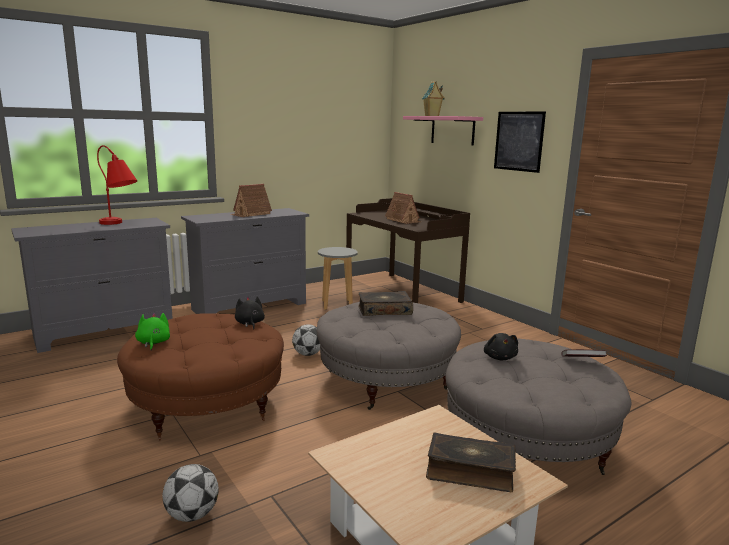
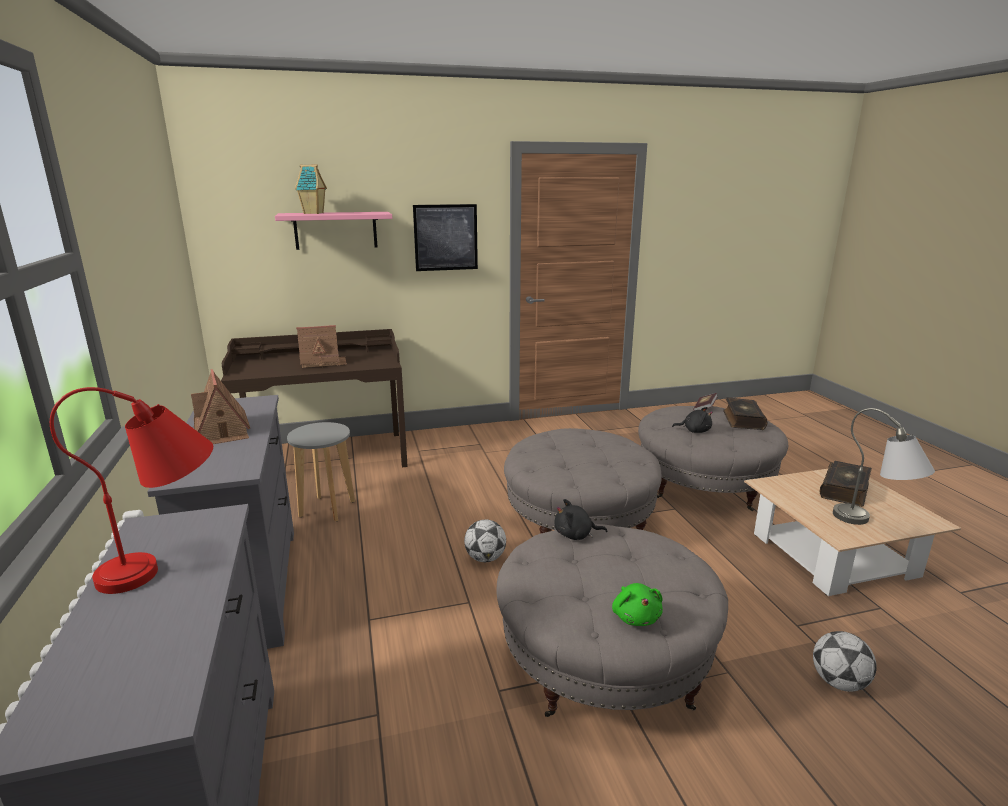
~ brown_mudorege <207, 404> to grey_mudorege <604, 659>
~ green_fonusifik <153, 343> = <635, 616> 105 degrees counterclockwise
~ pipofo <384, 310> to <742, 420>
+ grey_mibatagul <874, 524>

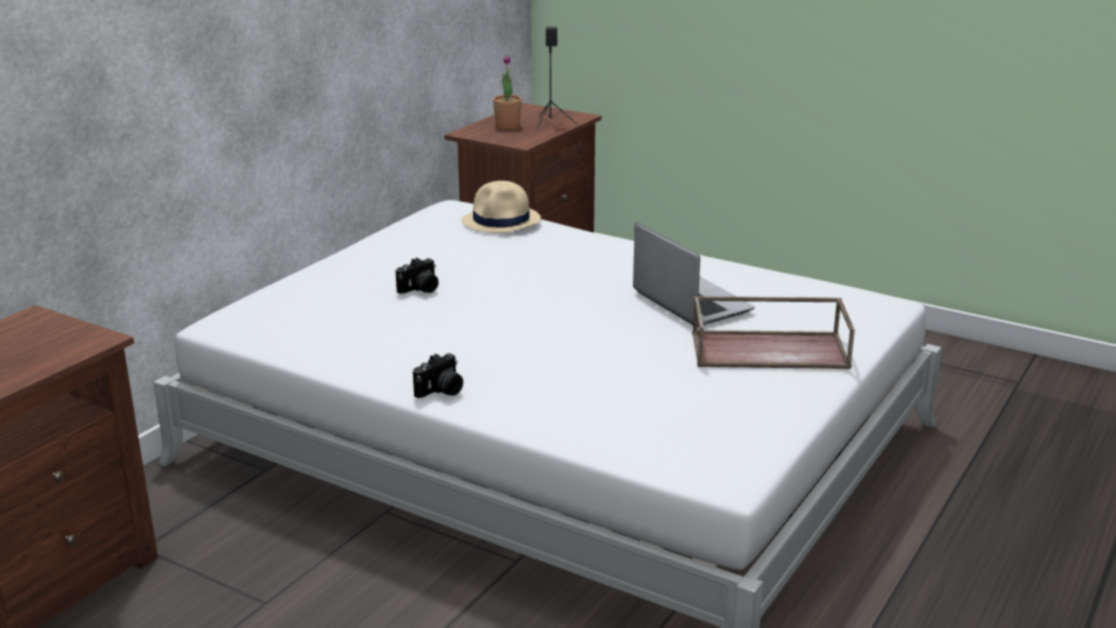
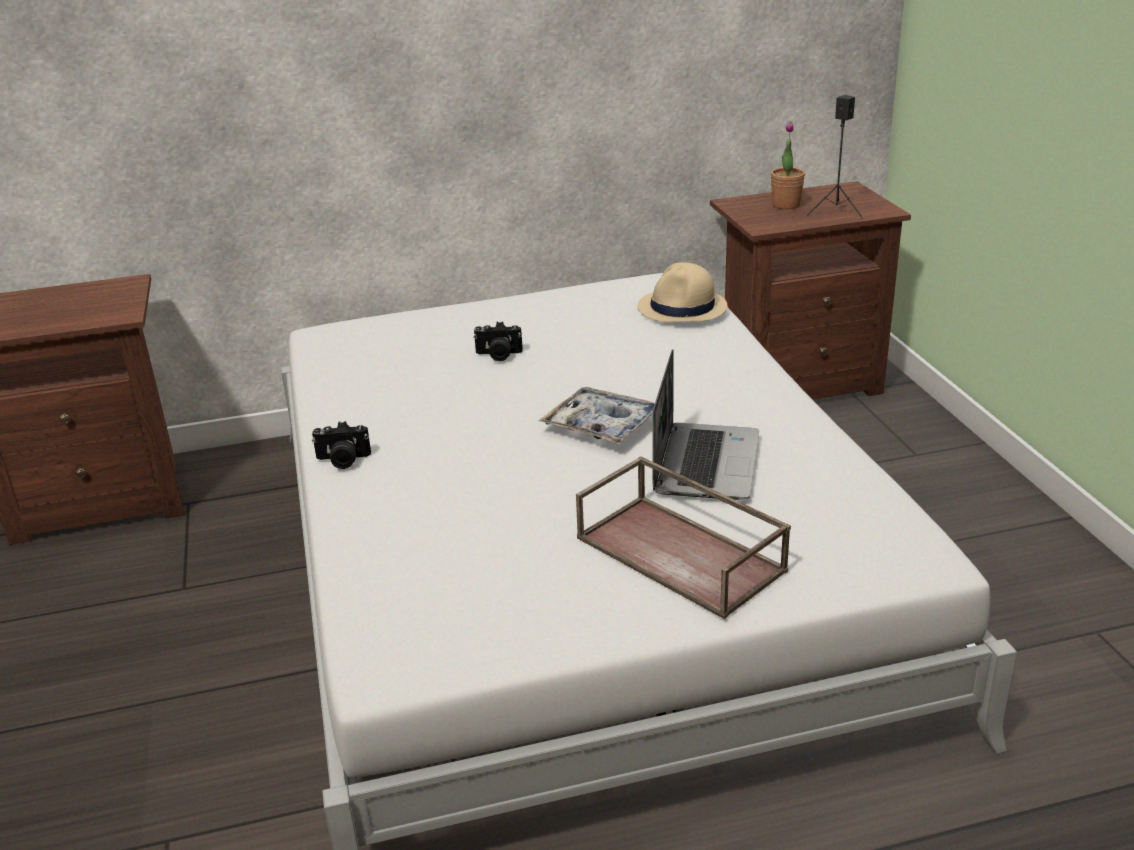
+ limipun <601, 425>

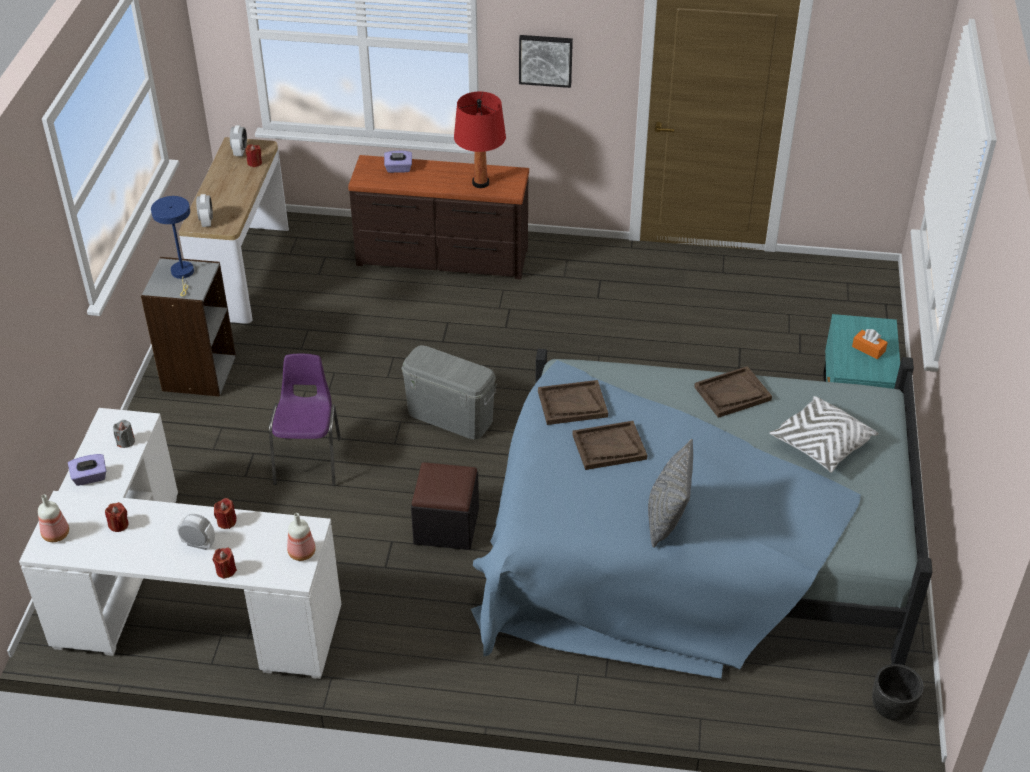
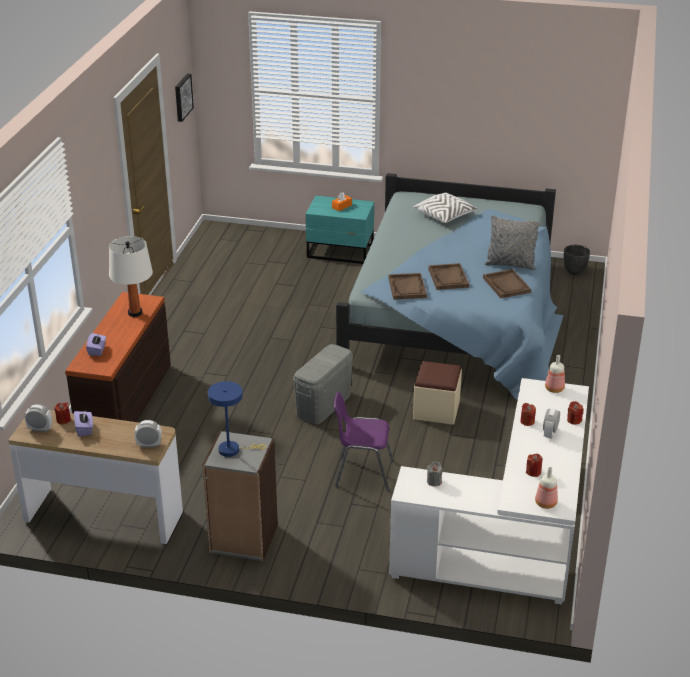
~ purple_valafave <90, 477> to <84, 429>
~ black_mudorege <446, 526> to beige_mudorege <436, 410>
~ red_mibatagul <480, 183> to white_mibatagul <135, 313>
~ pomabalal <545, 59> to <182, 97>
~ brown_limipun <732, 394> to <506, 285>

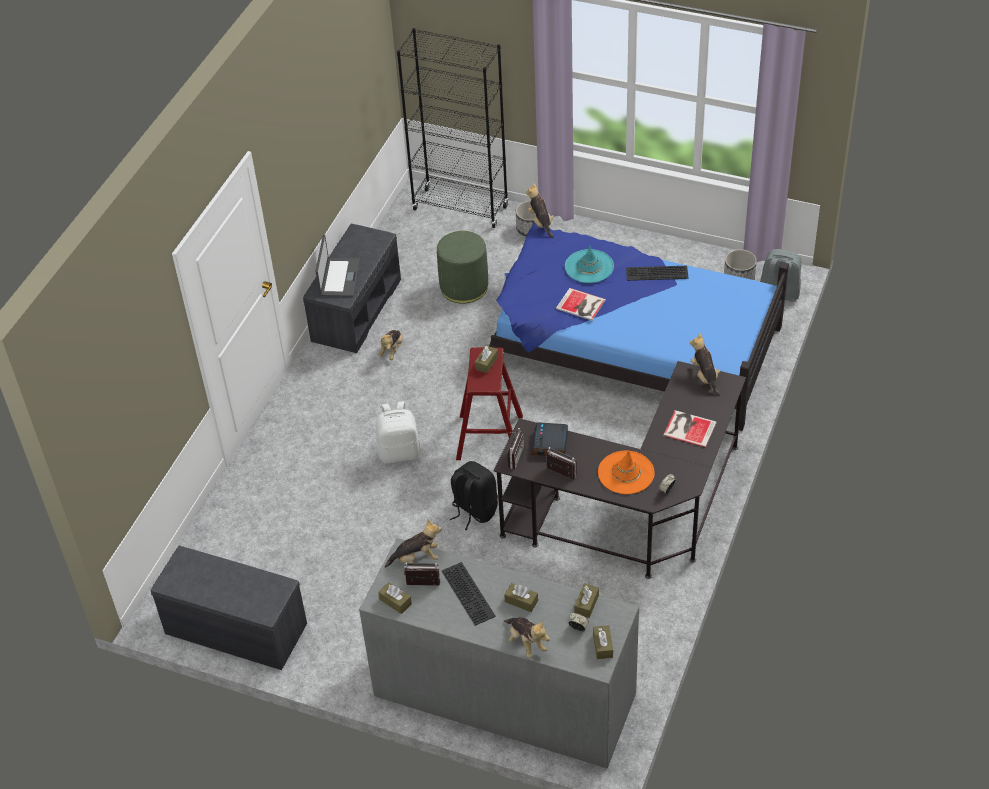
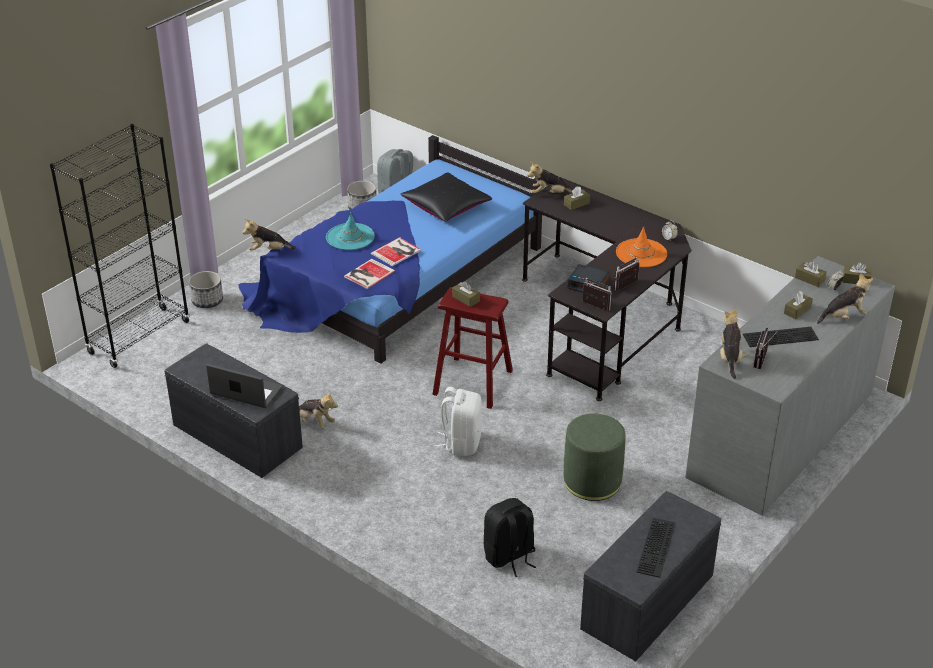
~ brown_valafave <395, 601> to <576, 204>
~ green_mudorege <464, 287> to <592, 481>
~ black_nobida <473, 510> to <509, 556>
~ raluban <656, 274> to <657, 548>
~ pipofo <689, 428> to <368, 274>
+ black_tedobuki <446, 206>

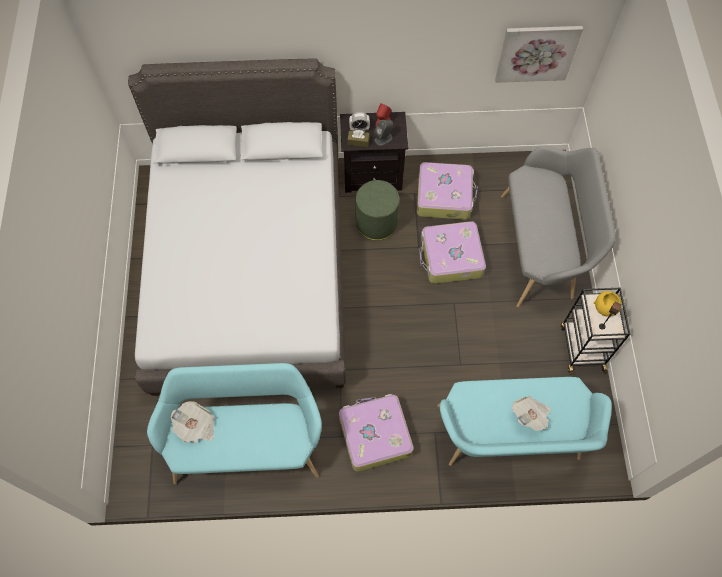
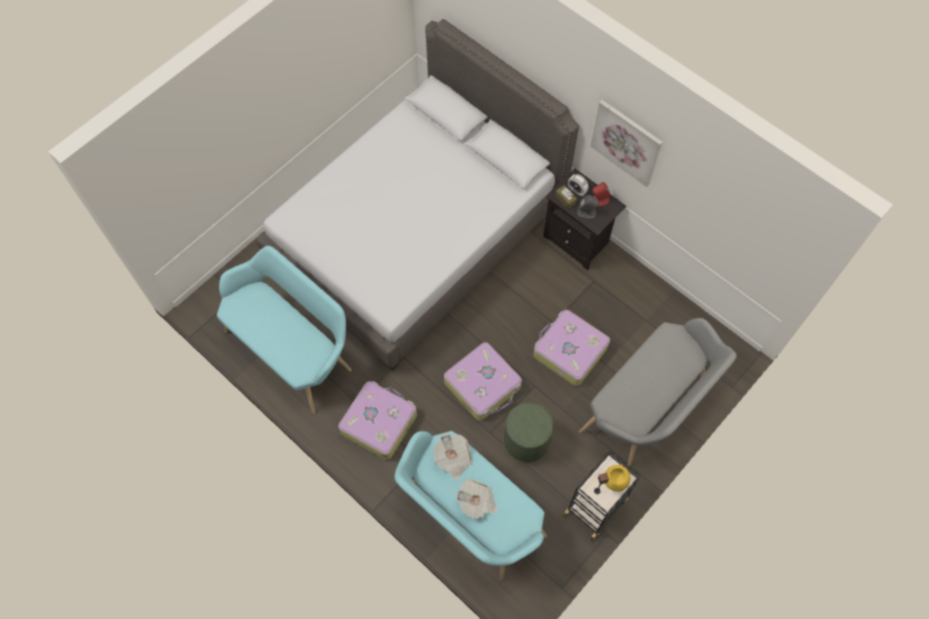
~ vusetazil <196, 426> to <453, 459>
~ green_mudorege <376, 223> to <526, 441>
~ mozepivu <444, 195> to <483, 385>
~ pomabalal <536, 53> to <626, 142>

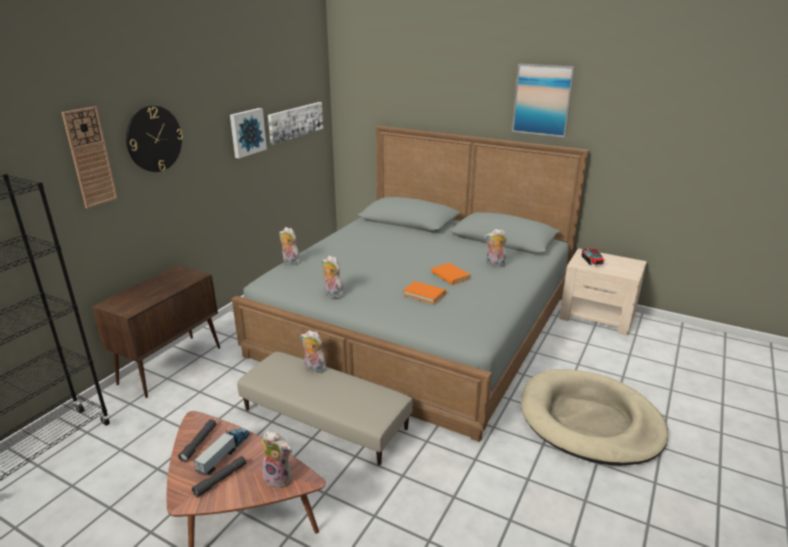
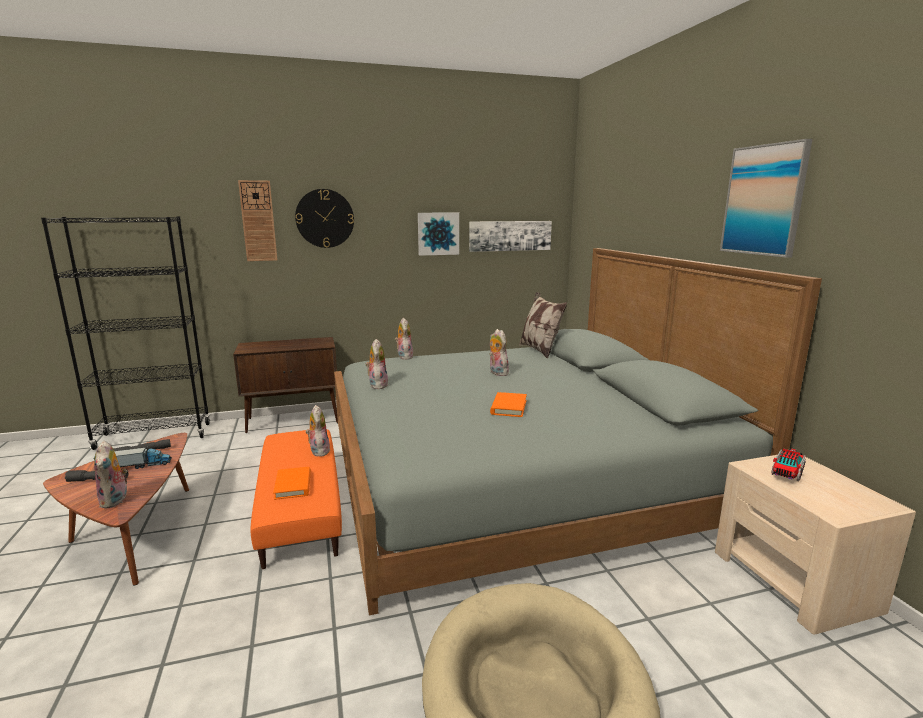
~ beige_mudorege <325, 418> to orange_mudorege <301, 506>
~ orange_pipofo <424, 294> to <293, 485>
~ fonusifik <494, 265> to <497, 373>
+ tedobuki <539, 350>

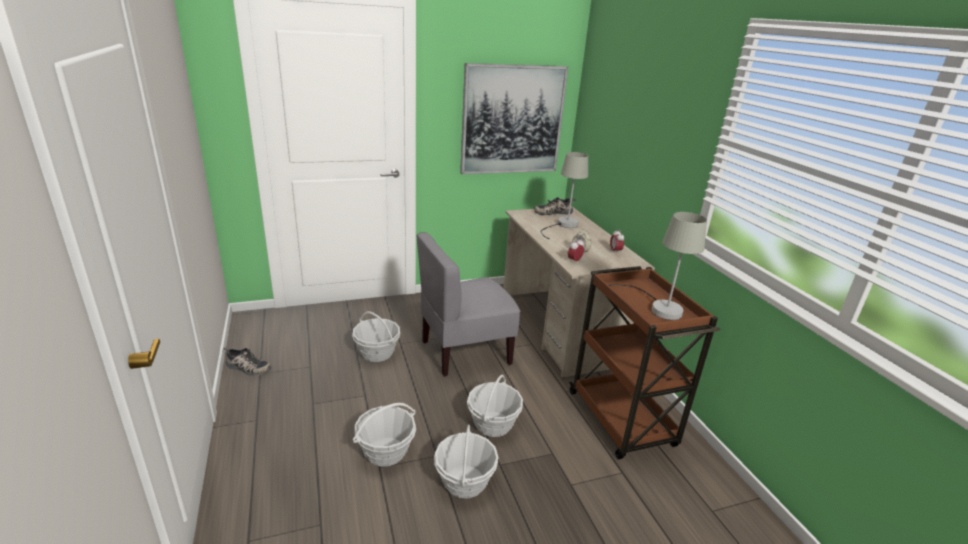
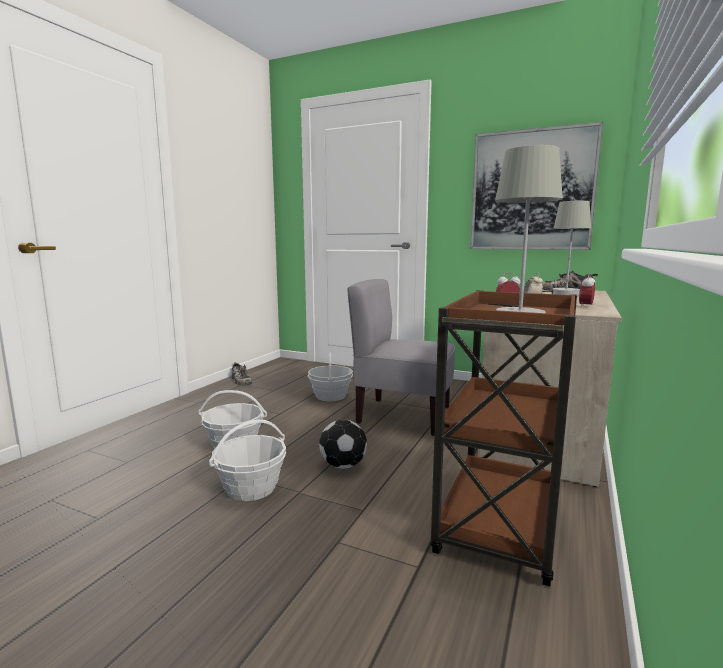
~ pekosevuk <493, 424> to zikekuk <344, 465>

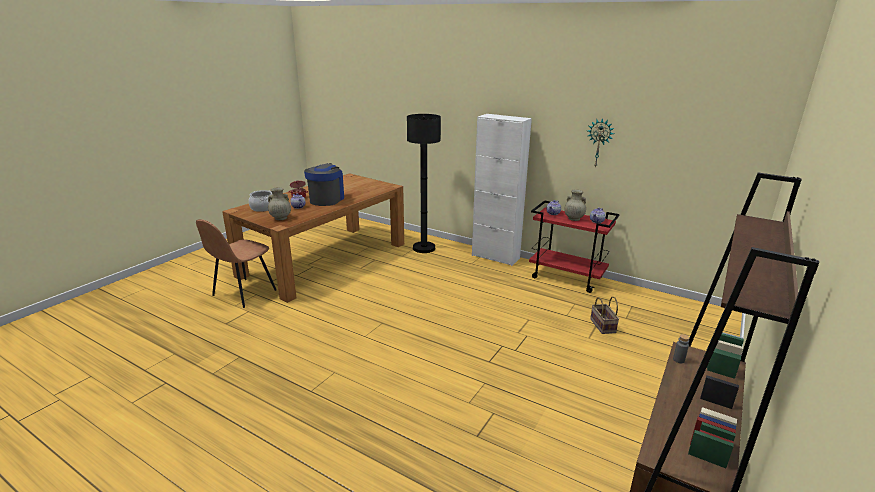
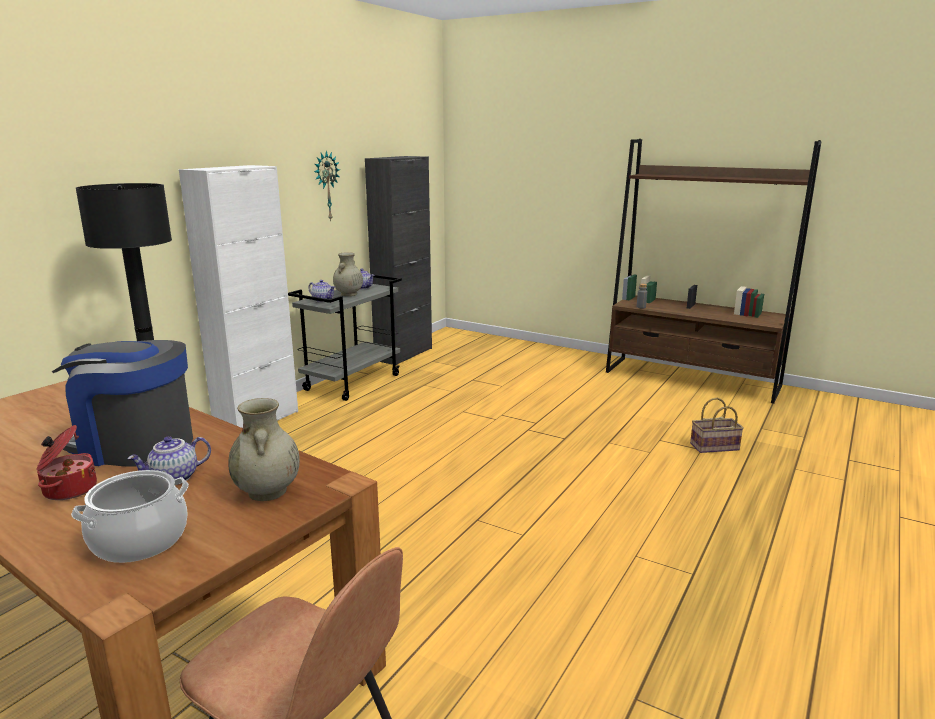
~ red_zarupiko <567, 278> to grey_zarupiko <352, 382>
~ pekosevuk <602, 325> to <713, 447>
+ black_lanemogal <403, 354>

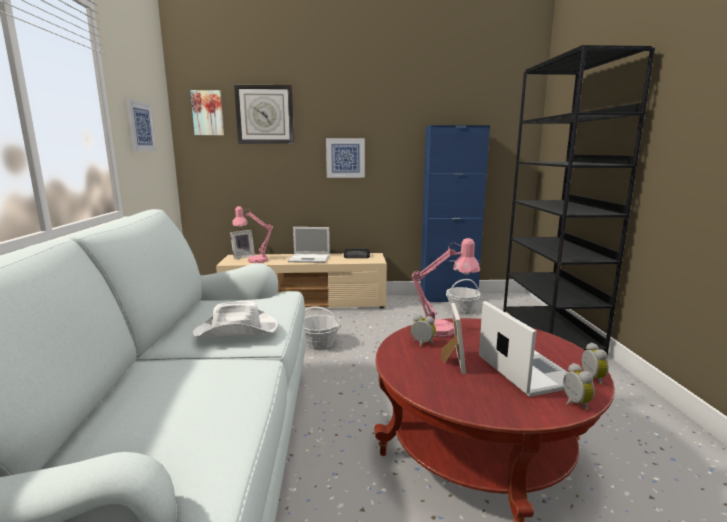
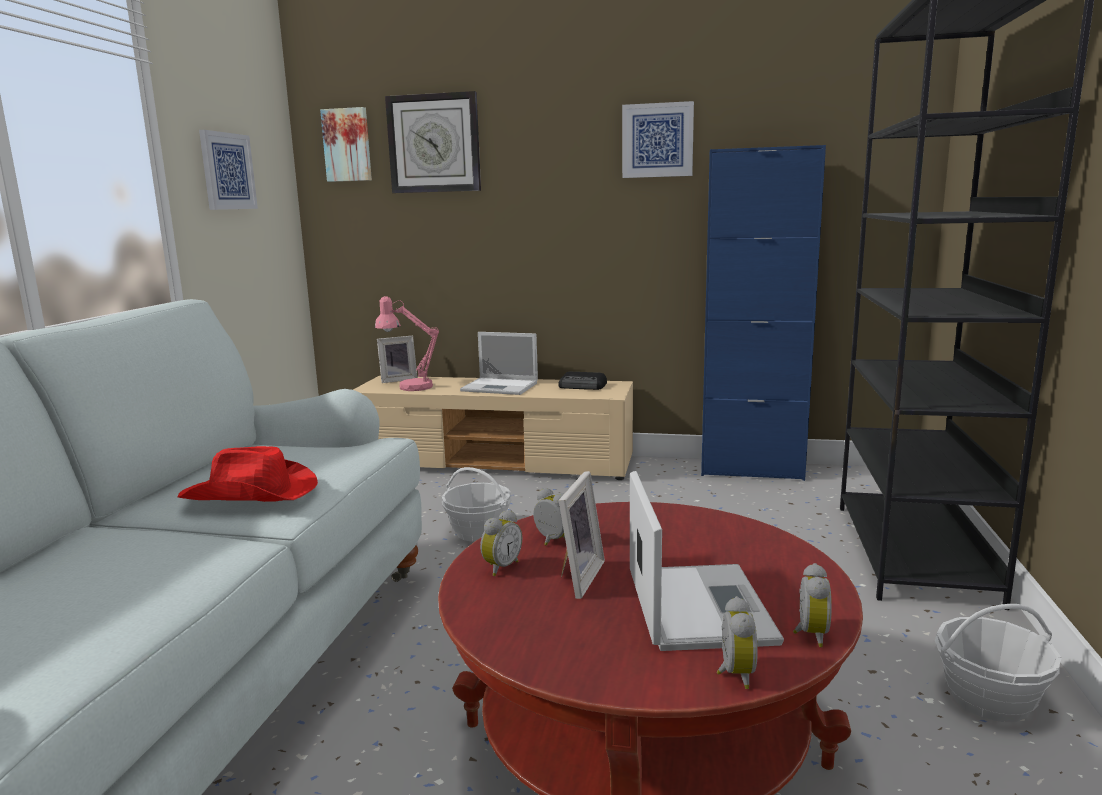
~ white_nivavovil <237, 330> to red_nivavovil <251, 493>
~ pomabalal <345, 158> to <657, 140>
- pink_mibatagul <445, 330>
~ pekosevuk <462, 310> to <989, 699>
+ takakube <500, 567>

